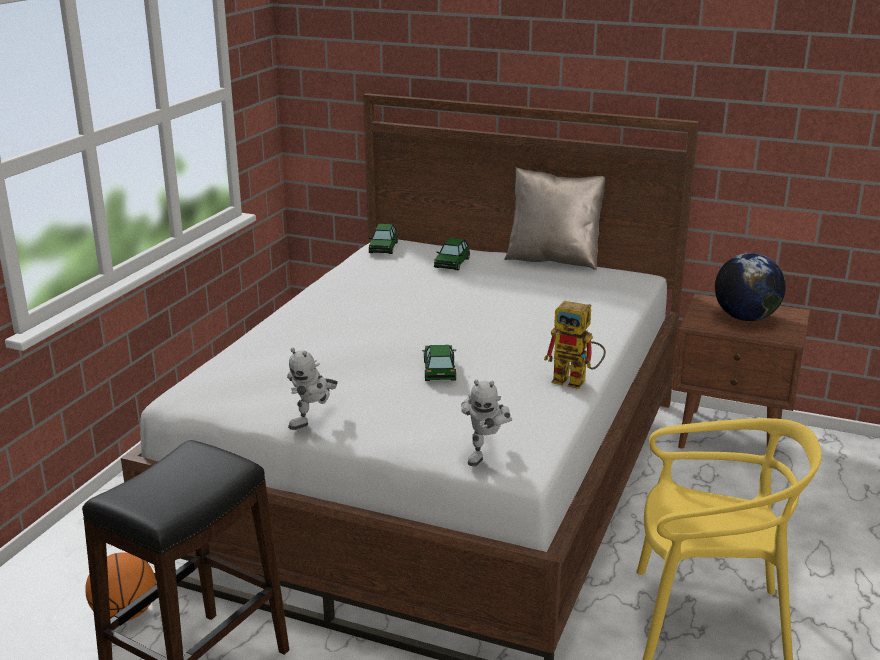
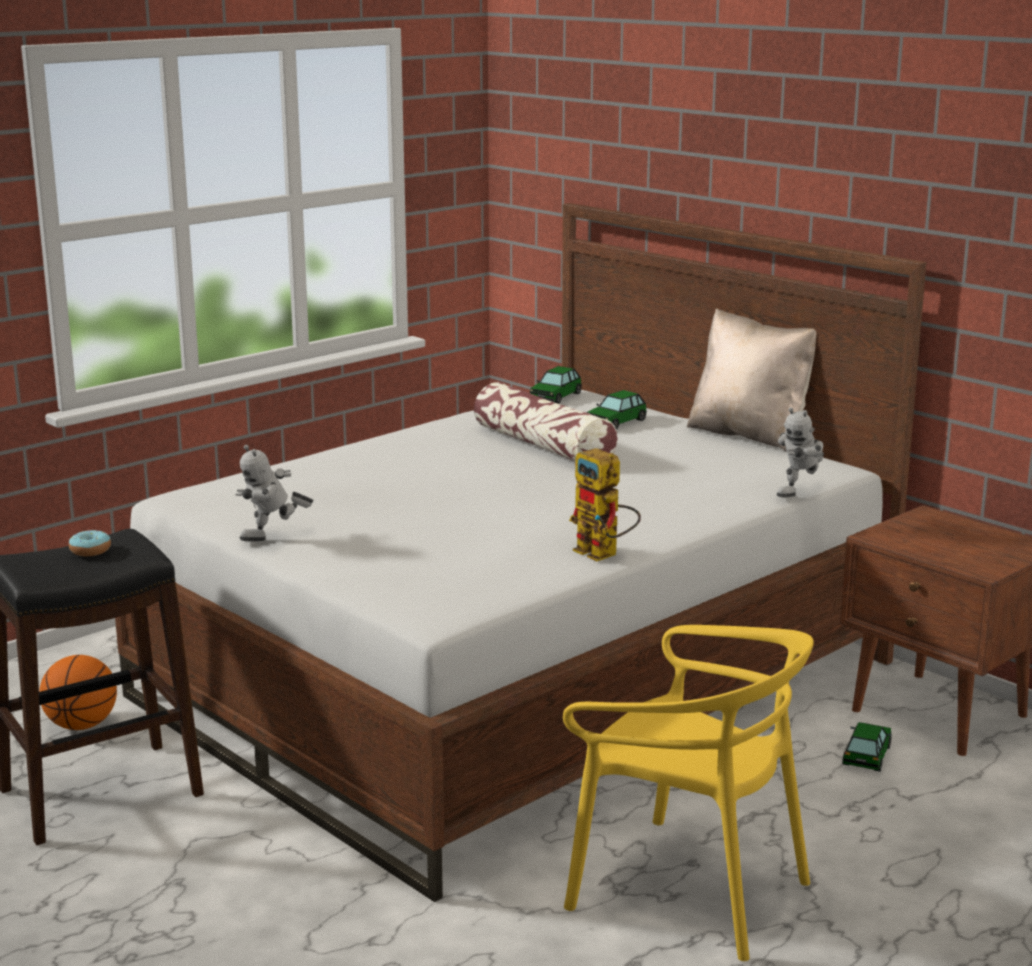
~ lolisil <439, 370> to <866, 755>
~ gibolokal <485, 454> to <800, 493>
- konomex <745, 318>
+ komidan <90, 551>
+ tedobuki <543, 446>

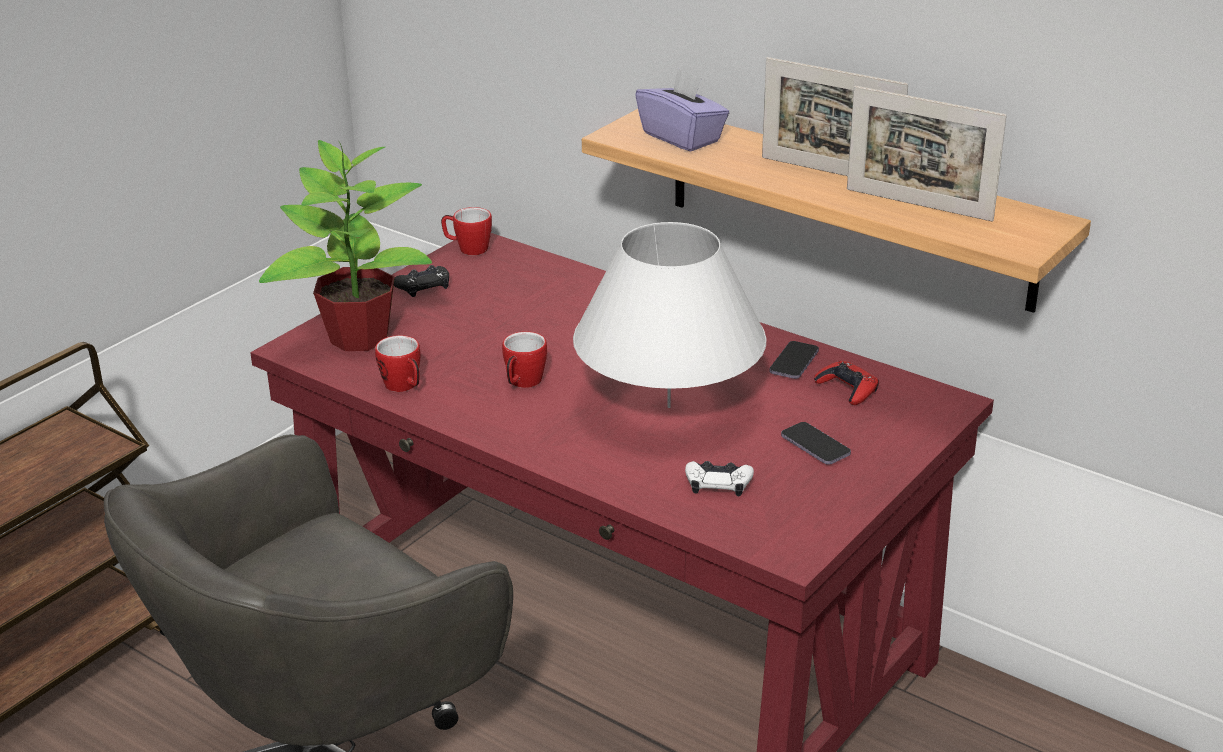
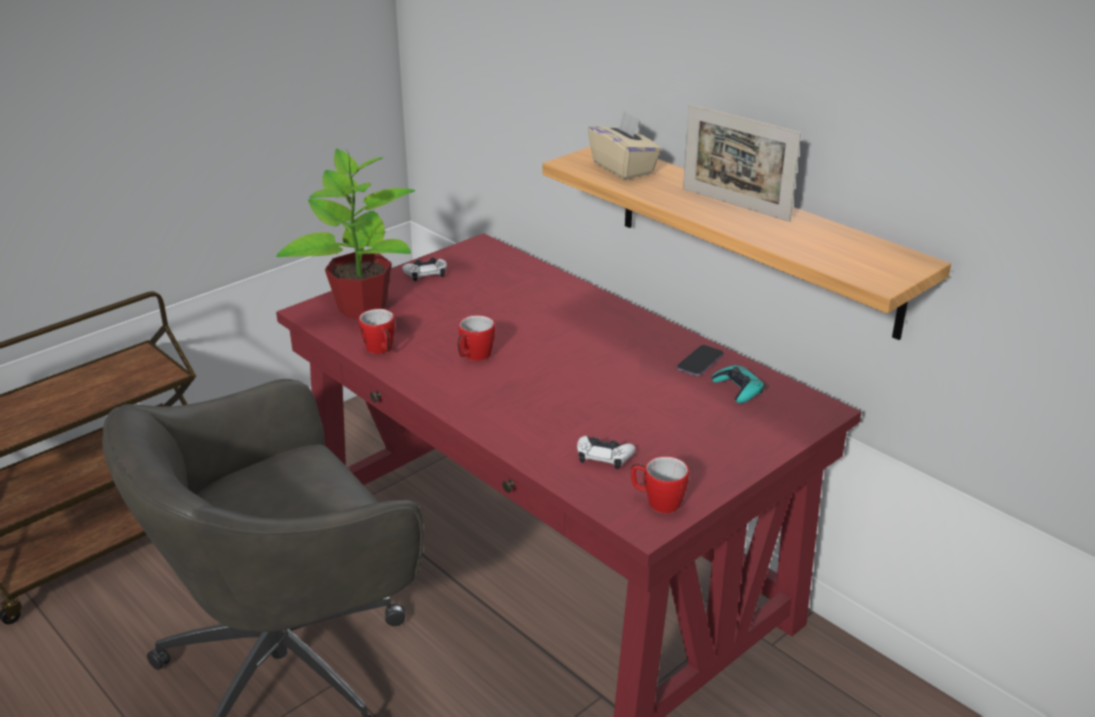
~ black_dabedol <423, 286> to white_dabedol <426, 273>
~ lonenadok <467, 249> to <657, 502>
- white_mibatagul <668, 406>
~ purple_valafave <682, 137> to beige_valafave <623, 168>
- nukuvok <815, 446>
~ red_dabedol <847, 388> to turquoise_dabedol <738, 389>
- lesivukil <918, 205>

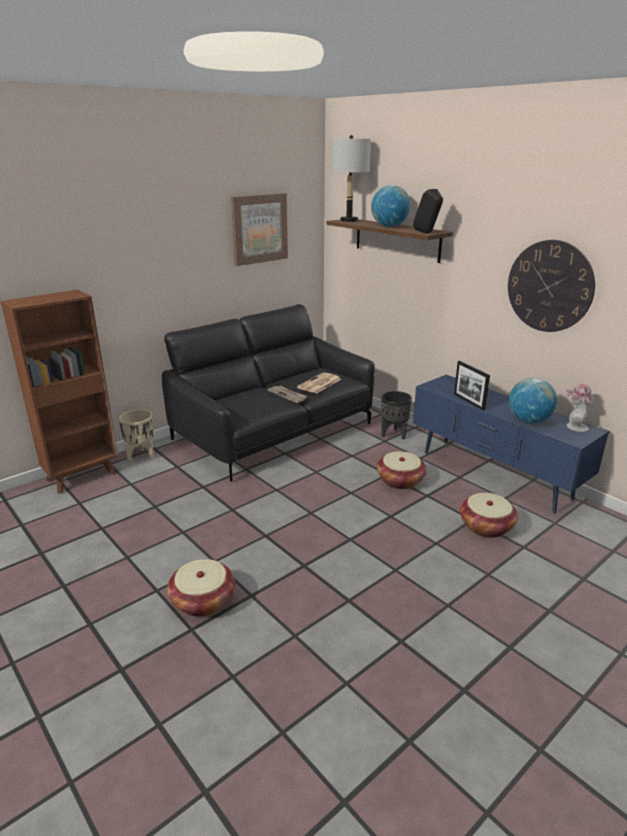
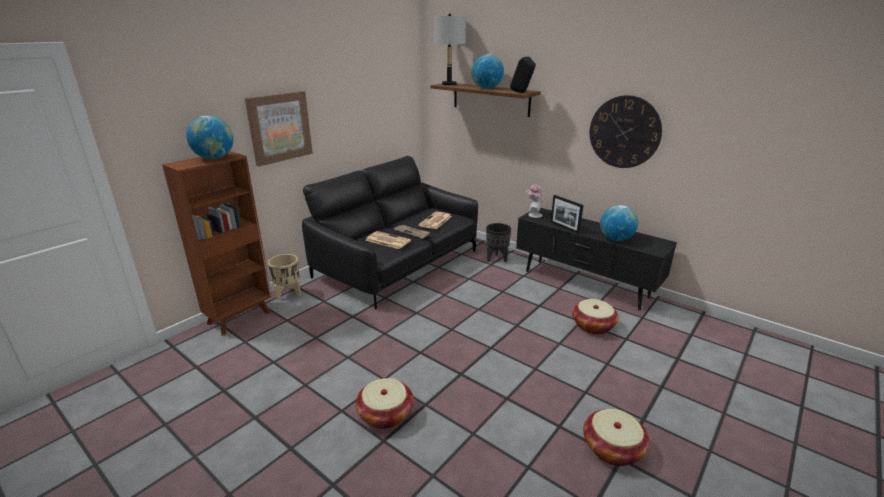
~ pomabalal <259, 229> to <279, 127>
~ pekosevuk <400, 481> to <612, 449>
~ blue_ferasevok <493, 475> to black_ferasevok <584, 284>
~ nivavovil <574, 426> to <533, 215>
+ konomex <214, 158>
+ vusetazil <387, 240>

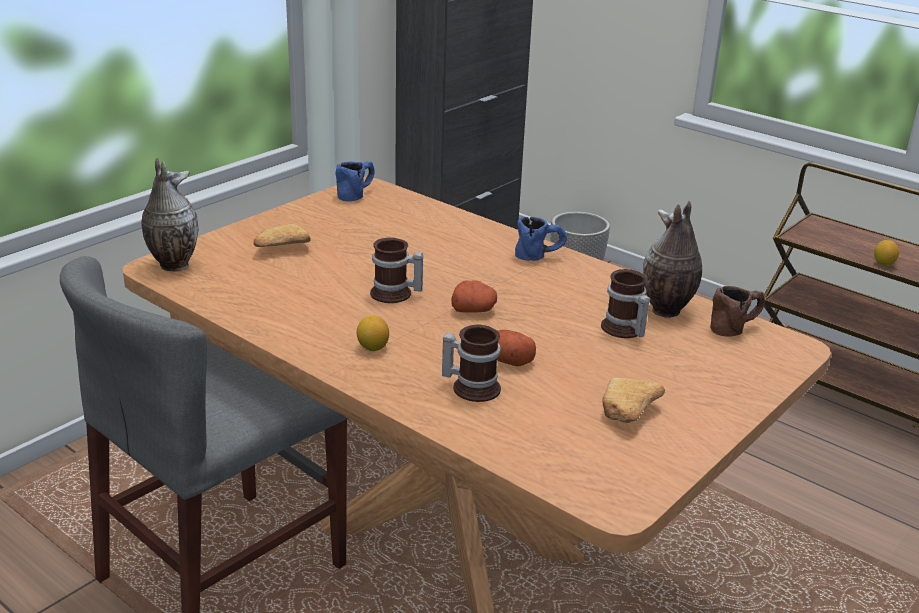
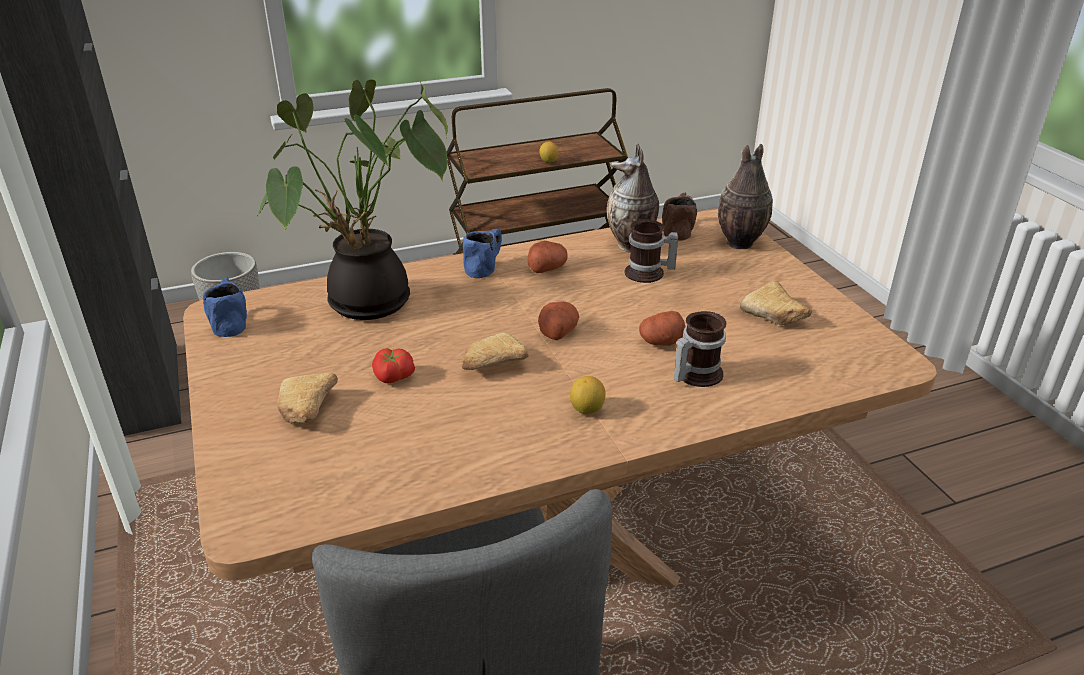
~ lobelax <172, 265> to <738, 244>
~ lonenadok <394, 295> to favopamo <490, 366>
+ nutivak <368, 306>
+ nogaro <393, 377>
+ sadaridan <547, 268>

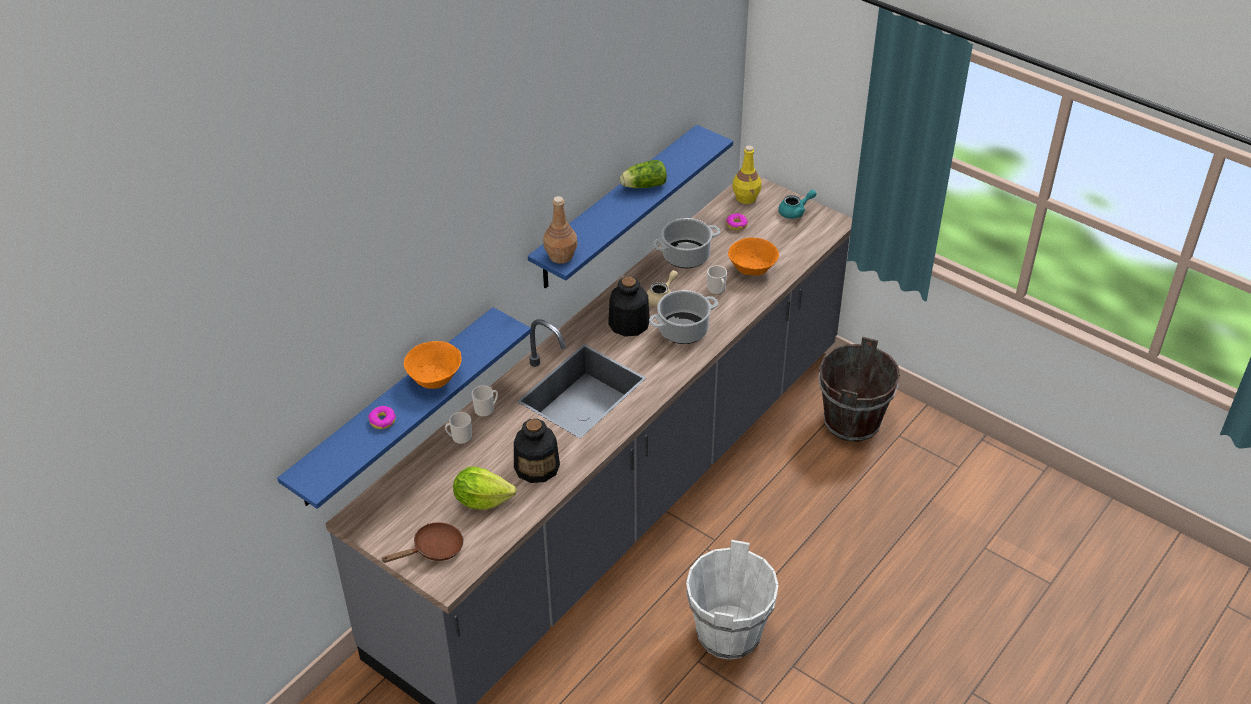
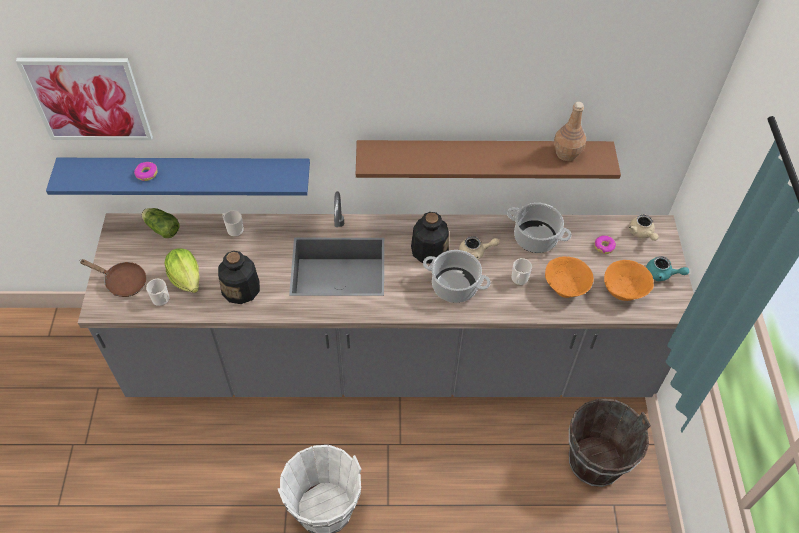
~ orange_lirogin <435, 378> to <624, 291>
~ lonenadok <486, 409> to <162, 300>
~ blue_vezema <616, 208> to brown_vezema <483, 158>
~ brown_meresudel <561, 256> to <566, 153>
~ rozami <642, 186> to <161, 228>
~ yellow_meresudel <746, 197> to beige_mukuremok <641, 233>
+ pomabalal <88, 99>

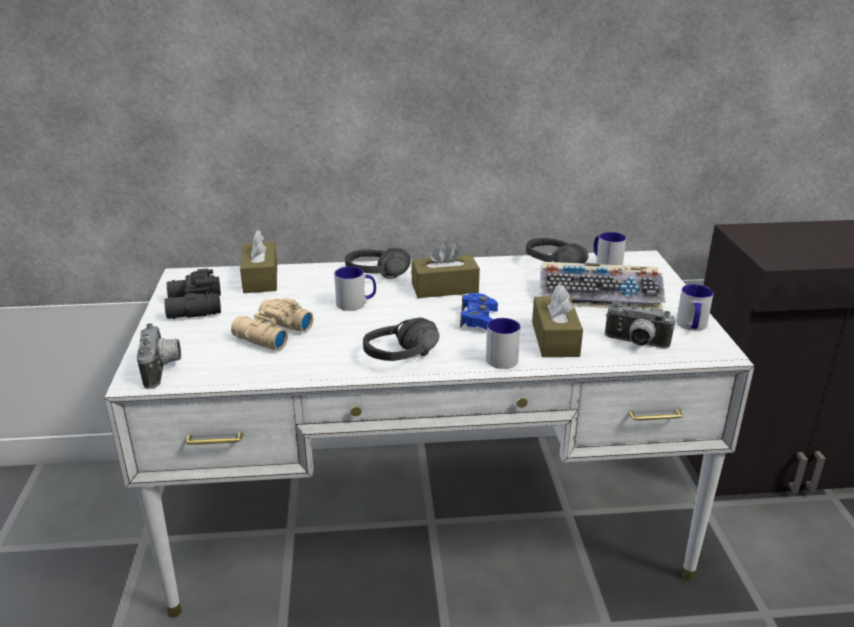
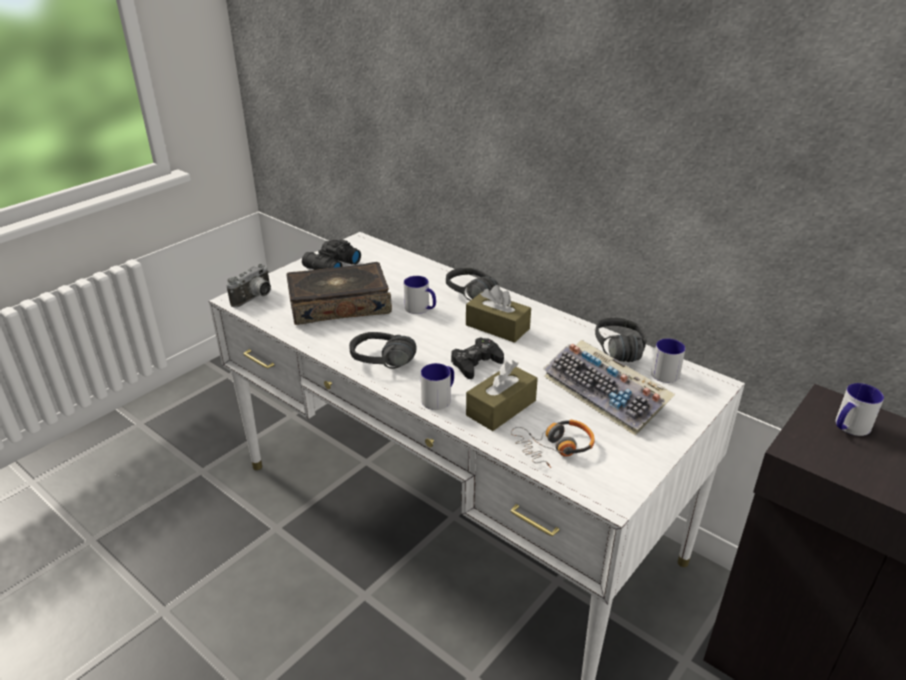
~ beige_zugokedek <271, 334> to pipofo <339, 305>
- brown_valafave <260, 279>
~ blue_dabedol <479, 320> to black_dabedol <476, 363>
~ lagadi <635, 344> to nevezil <555, 448>
~ lonenadok <692, 326> to <848, 427>

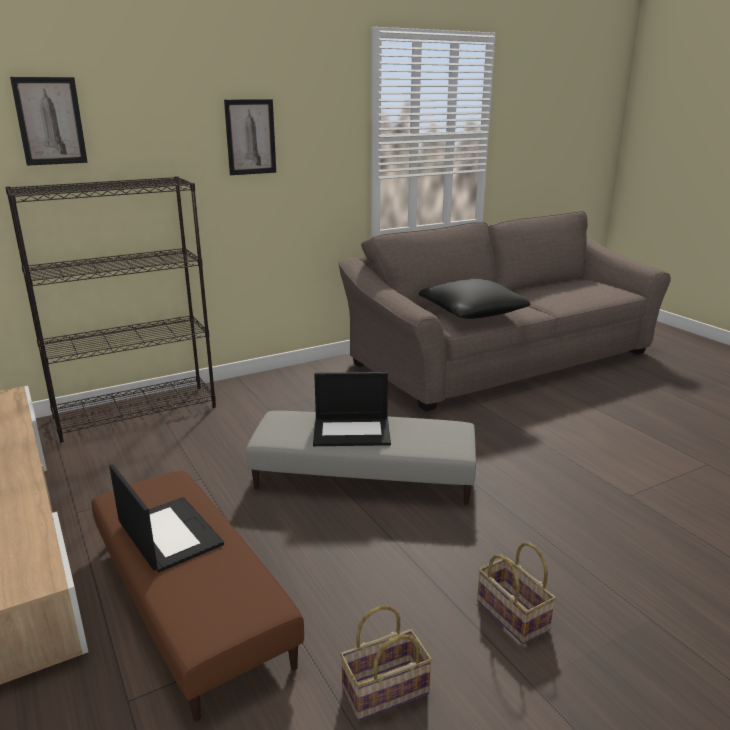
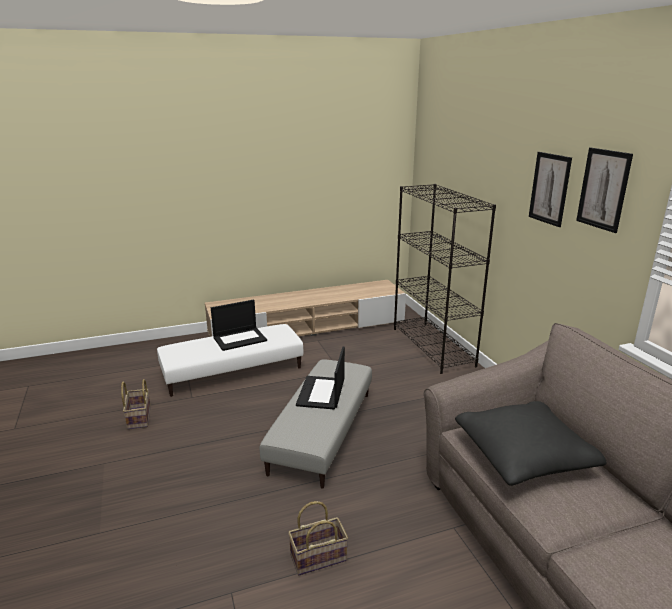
~ pomabalal <50, 121> to <603, 189>
~ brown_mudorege <189, 600> to white_mudorege <232, 371>
~ pekosevuk <510, 614> to <319, 556>

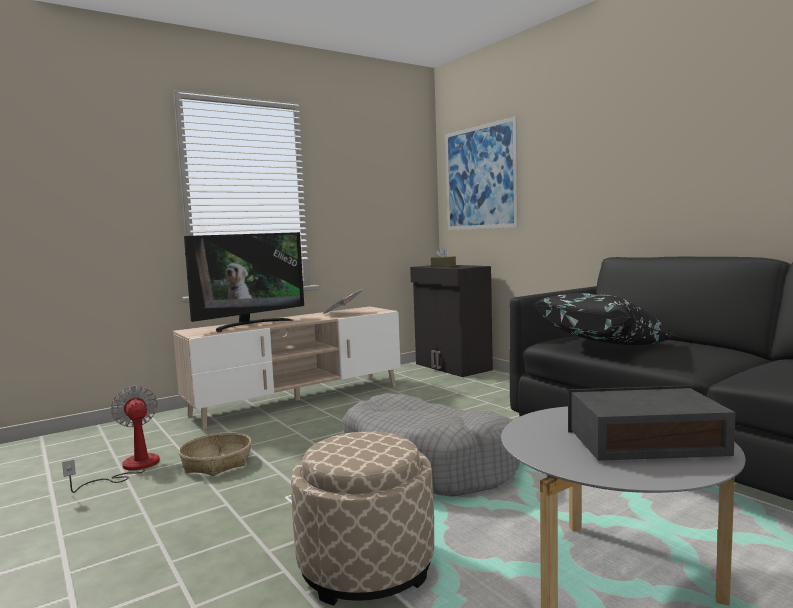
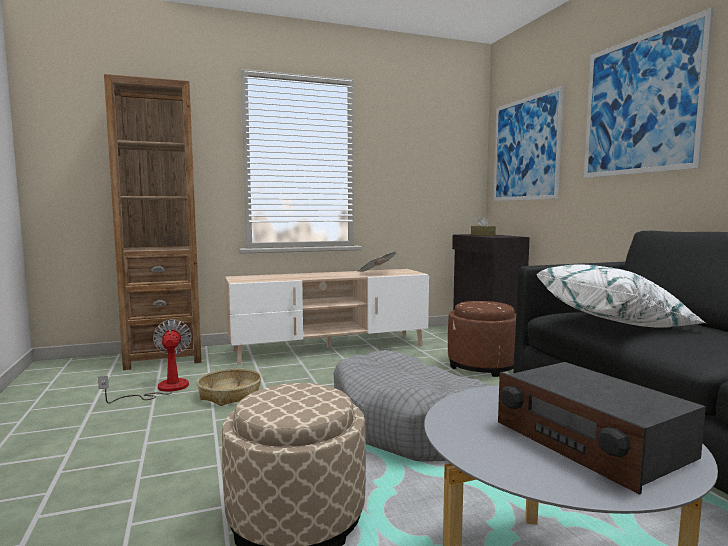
- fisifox <249, 325>
~ black_tedobuki <605, 344> to white_tedobuki <614, 323>
~ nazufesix <645, 443> = <590, 441> 135 degrees counterclockwise
+ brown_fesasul <164, 357>
+ brown_mudorege <482, 365>
+ pomabalal <640, 105>

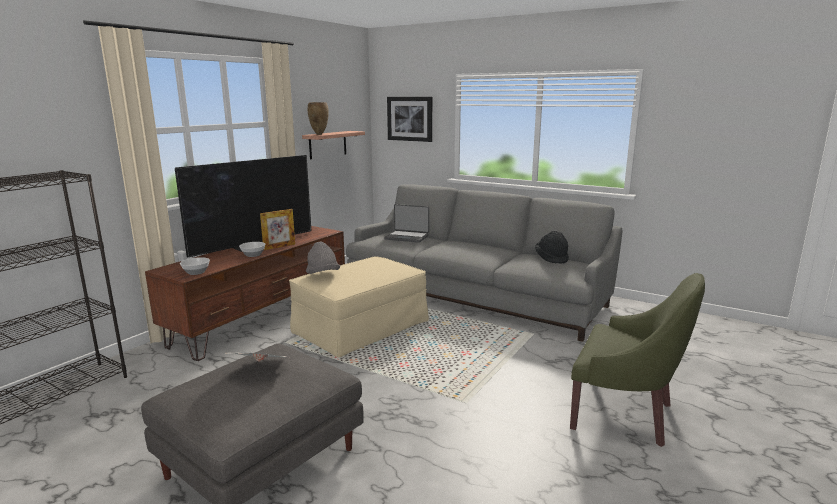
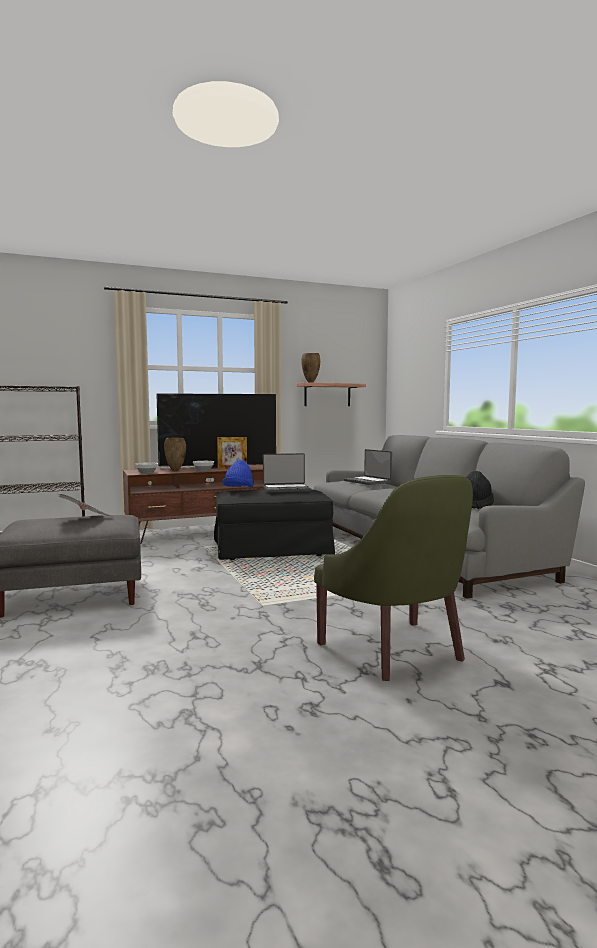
~ beige_mudorege <360, 329> to black_mudorege <271, 550>
~ grey_nivavovil <322, 274> to blue_nivavovil <238, 489>
- pomabalal <410, 118>
+ brown_lobelax <176, 471>
+ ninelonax <286, 489>

